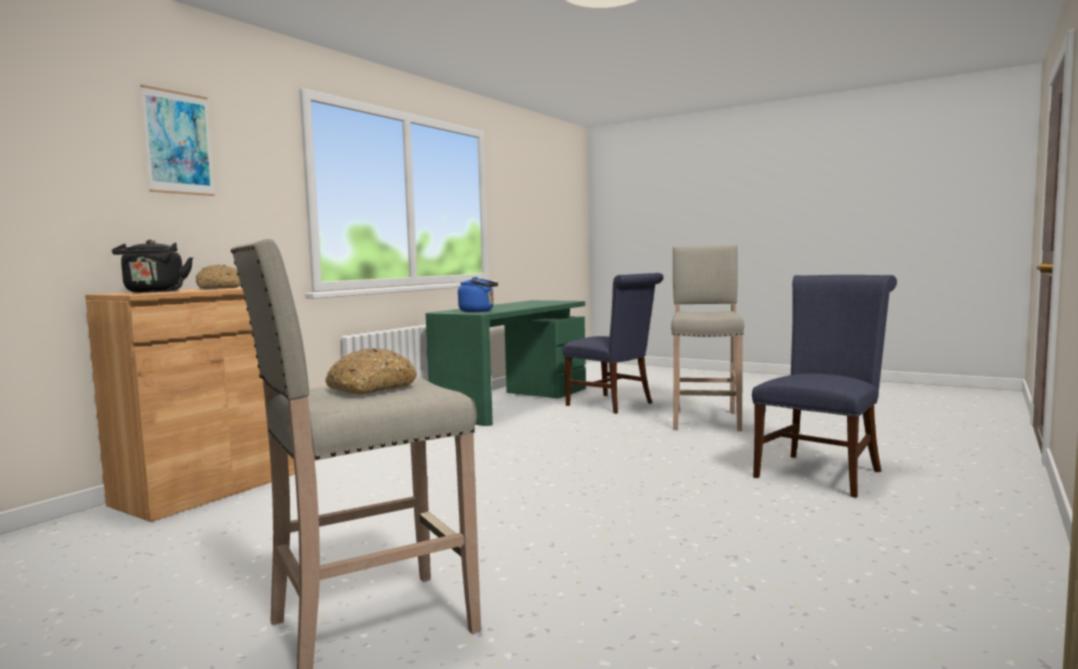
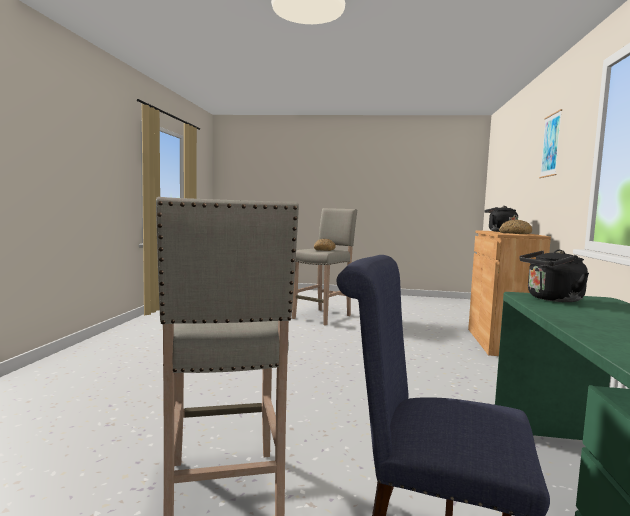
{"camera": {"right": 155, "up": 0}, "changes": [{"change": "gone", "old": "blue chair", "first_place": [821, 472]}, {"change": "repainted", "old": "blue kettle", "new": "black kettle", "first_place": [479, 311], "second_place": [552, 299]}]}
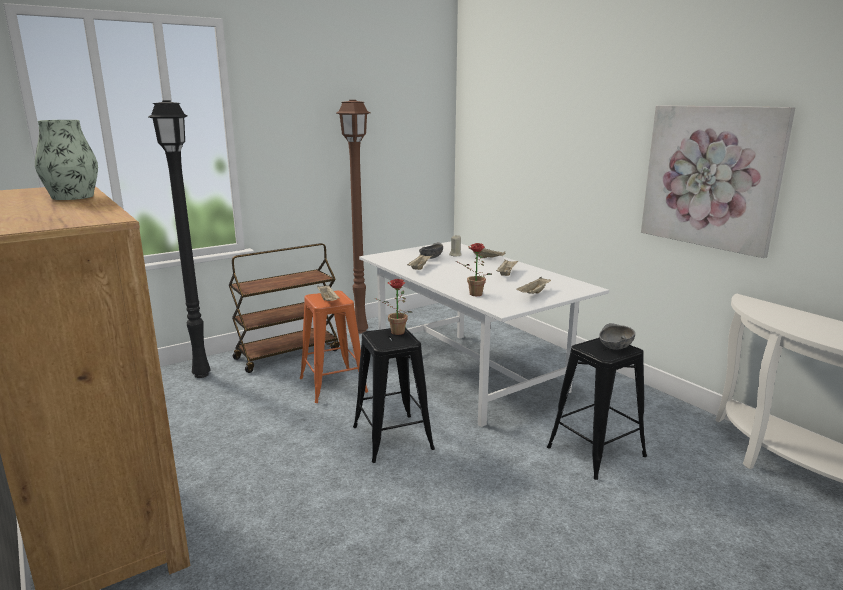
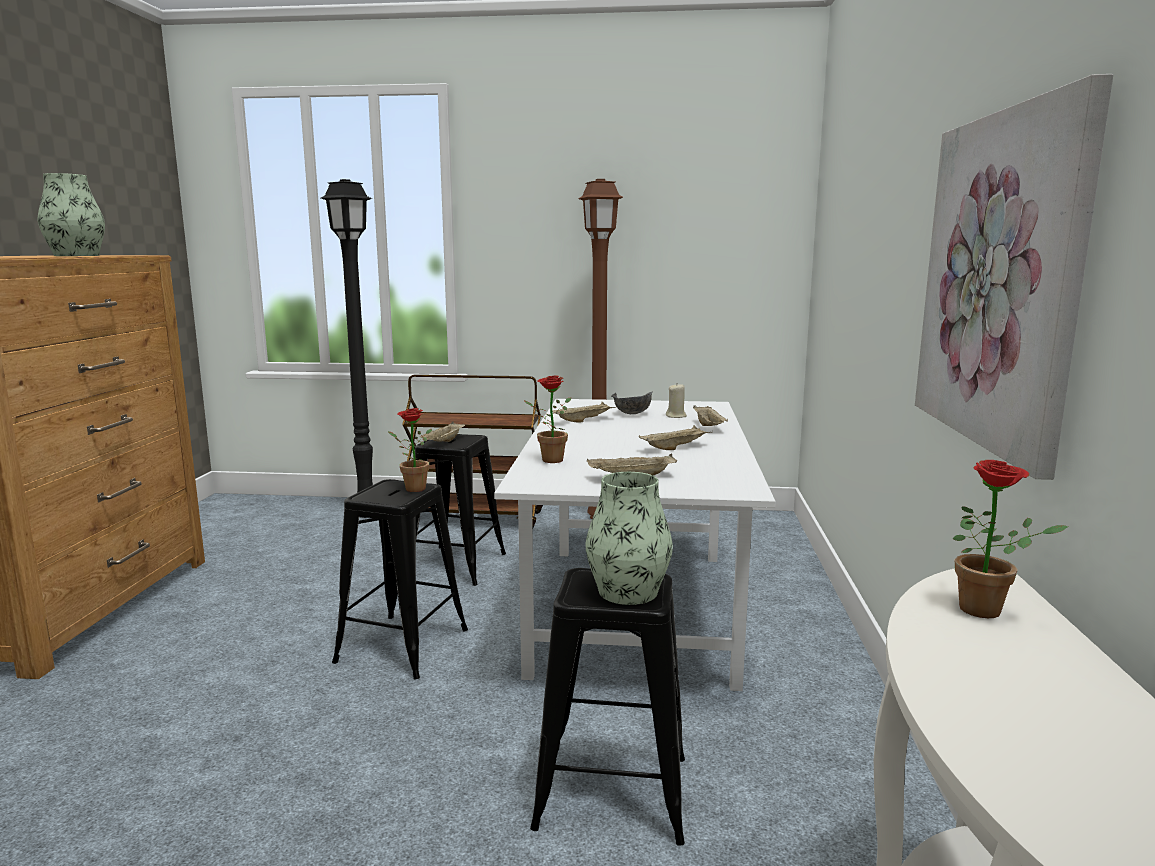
{"camera": {"right": 40, "up": -5}, "changes": [{"change": "new", "new": "potted plant", "second_place": [989, 611]}, {"change": "swapped", "old": "grey bowl", "new": "vase", "first_place": [615, 347], "second_place": [627, 591]}, {"change": "repainted", "old": "orange stool", "new": "black stool", "first_place": [333, 385], "second_place": [456, 565]}]}
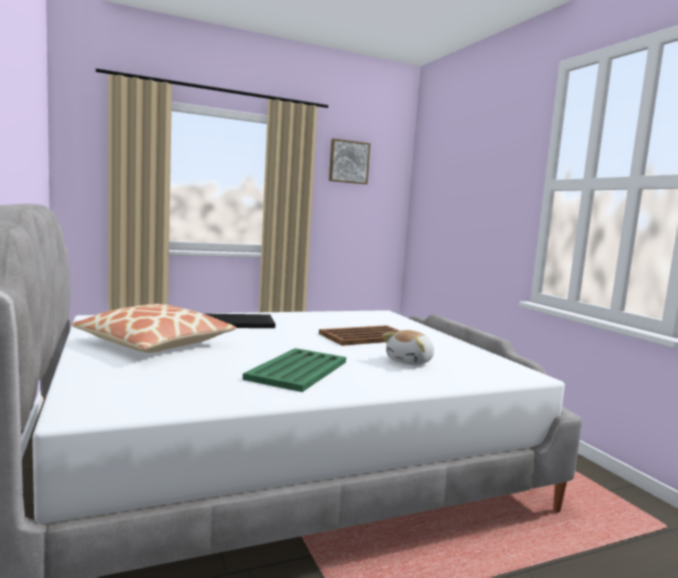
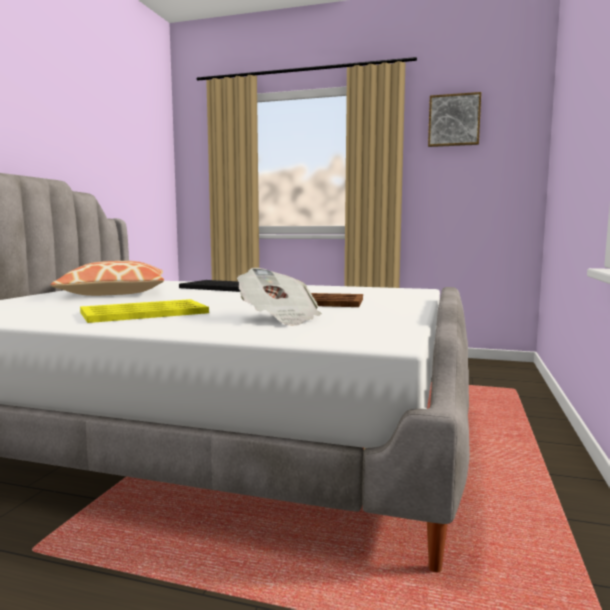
{"camera": {"right": 40, "up": 0}, "changes": [{"change": "swapped", "old": "plush toy", "new": "newspaper", "first_place": [410, 361], "second_place": [279, 318]}, {"change": "repainted", "old": "green tray", "new": "yellow tray", "first_place": [299, 370], "second_place": [146, 313]}]}
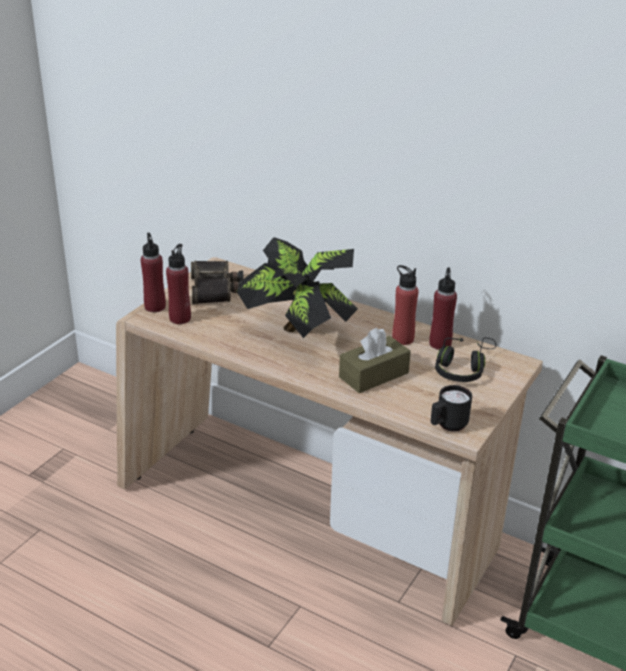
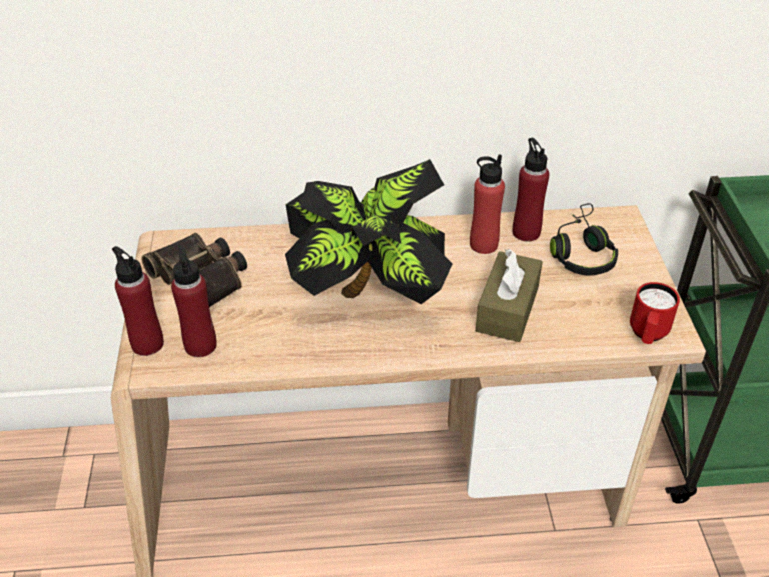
{"camera": {"right": -35, "up": 10}, "changes": [{"change": "repainted", "old": "black mug", "new": "red mug", "first_place": [447, 426], "second_place": [647, 335]}]}
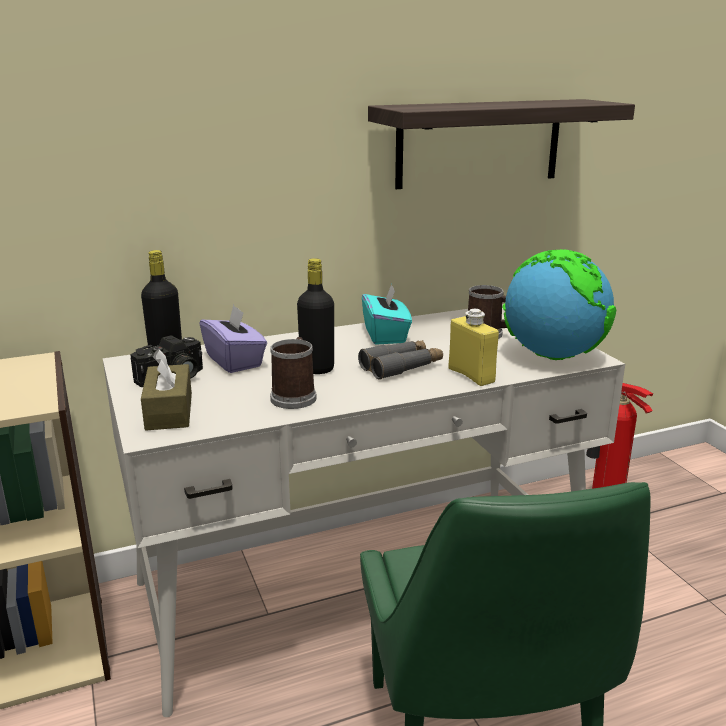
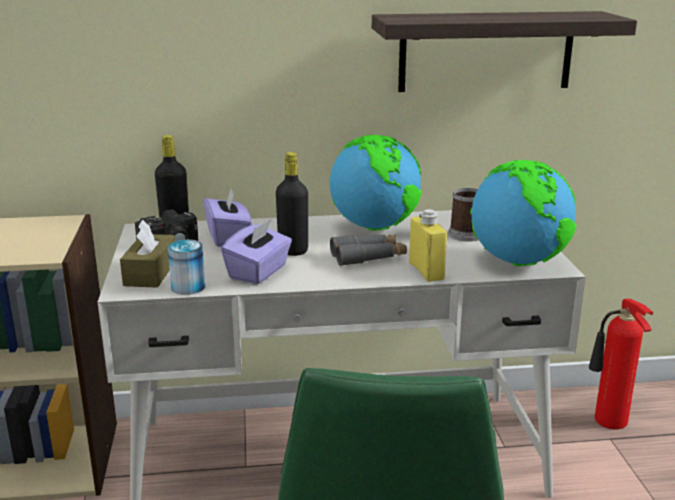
{"camera": {"right": 15, "up": 0}, "changes": [{"change": "new", "new": "can", "second_place": [188, 287]}, {"change": "swapped", "old": "mug", "new": "purple tissue box", "first_place": [295, 396], "second_place": [259, 272]}, {"change": "swapped", "old": "turquoise tissue box", "new": "globe", "first_place": [386, 335], "second_place": [374, 227]}]}
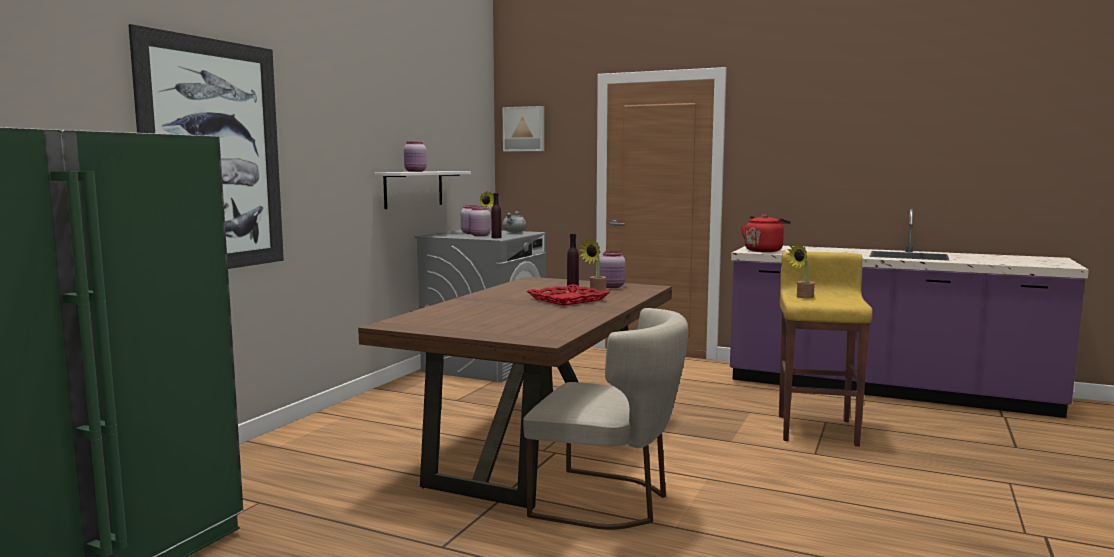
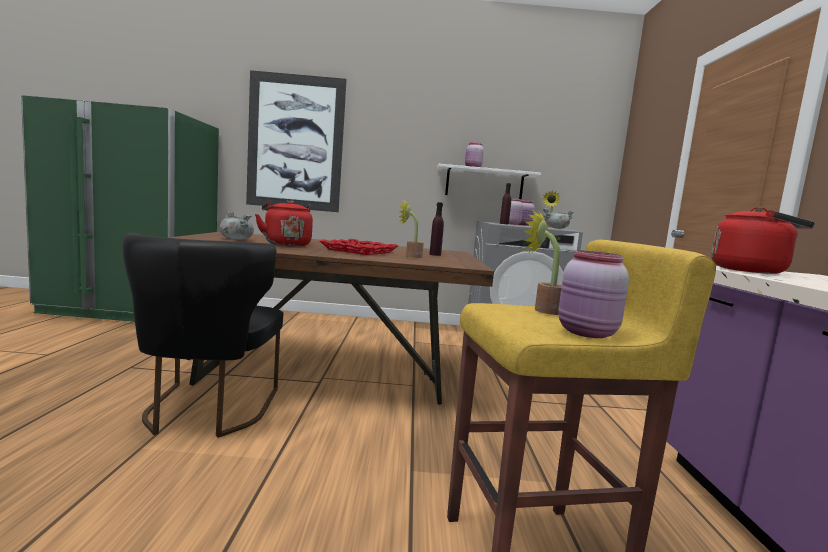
{"camera": {"right": 65, "up": 0}, "changes": [{"change": "gone", "old": "picture", "first_place": [524, 129]}, {"change": "new", "new": "grey cooking pot", "second_place": [236, 239]}, {"change": "new", "new": "red kettle", "second_place": [286, 244]}, {"change": "shifted", "old": "pink jar", "first_place": [612, 287], "second_place": [587, 333]}, {"change": "repainted", "old": "beige chair", "new": "black chair", "first_place": [609, 502], "second_place": [206, 412]}]}
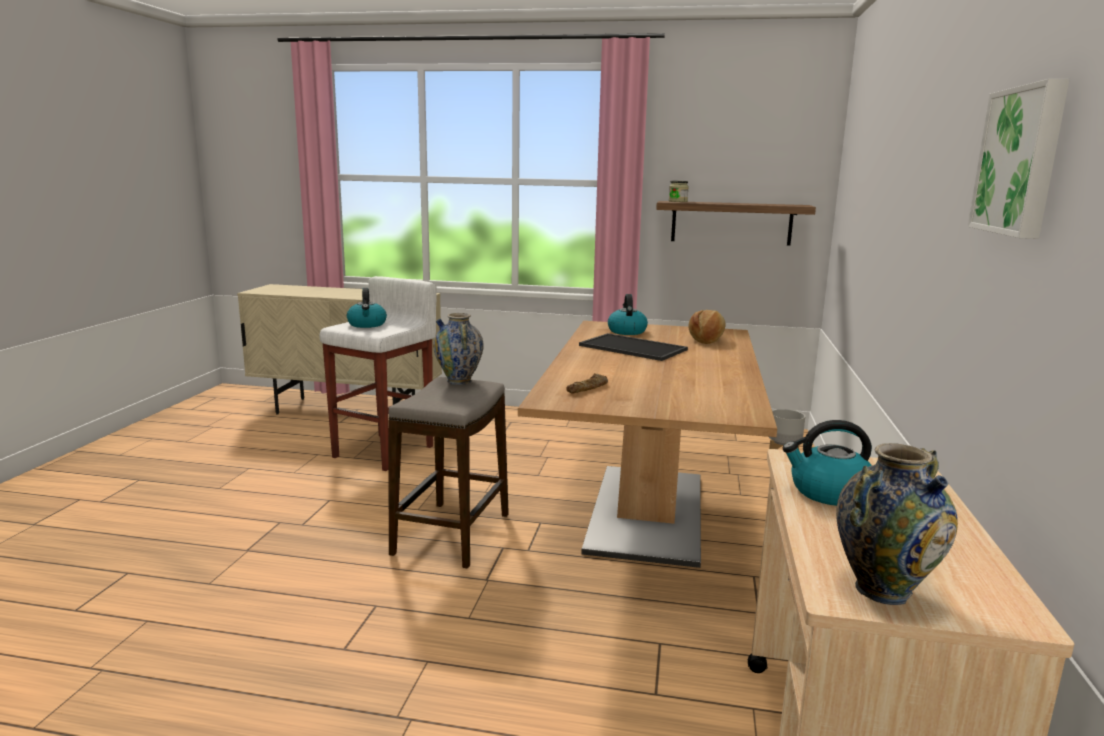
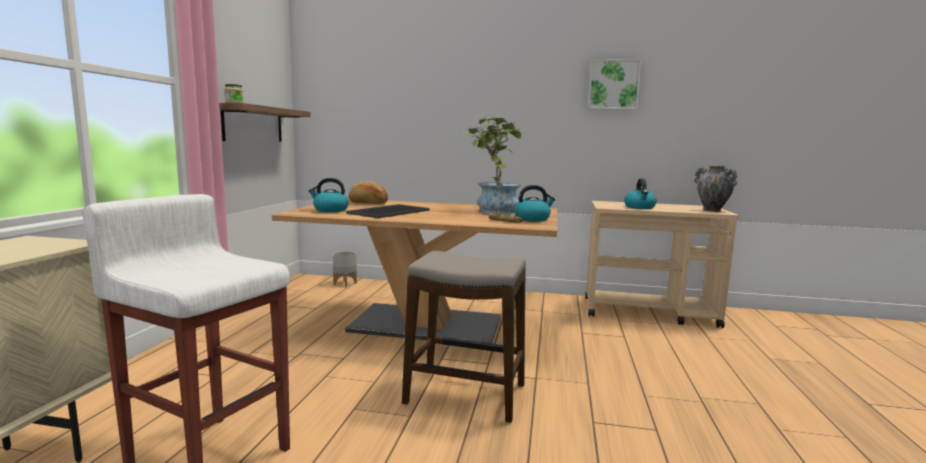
{"camera": {"right": -90, "up": -5}, "changes": [{"change": "gone", "old": "vase", "first_place": [459, 381]}, {"change": "new", "new": "potted plant", "second_place": [492, 210]}, {"change": "shifted", "old": "kettle", "first_place": [367, 324], "second_place": [532, 219]}]}
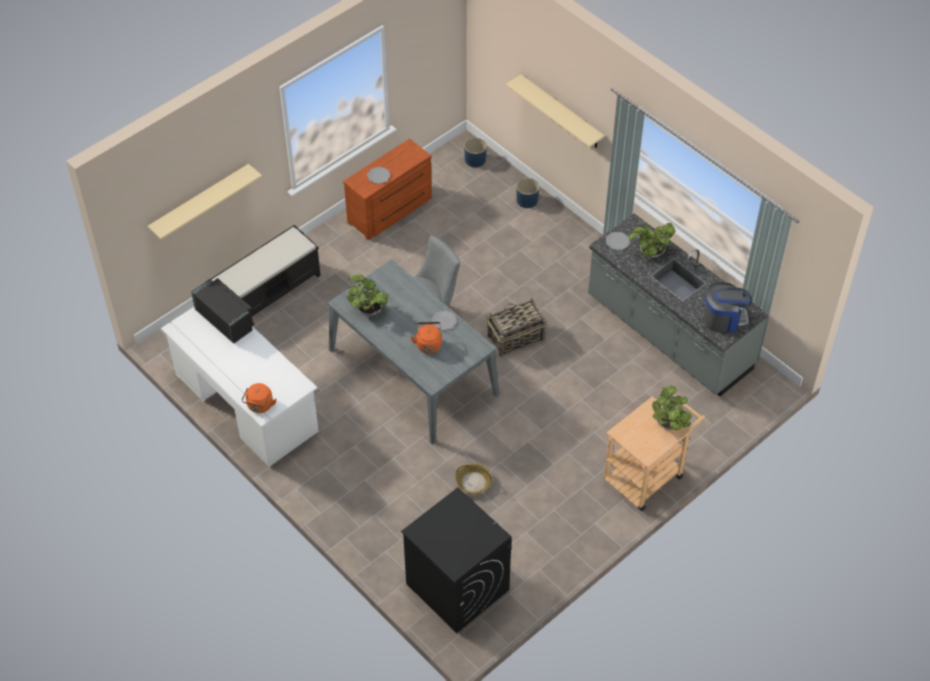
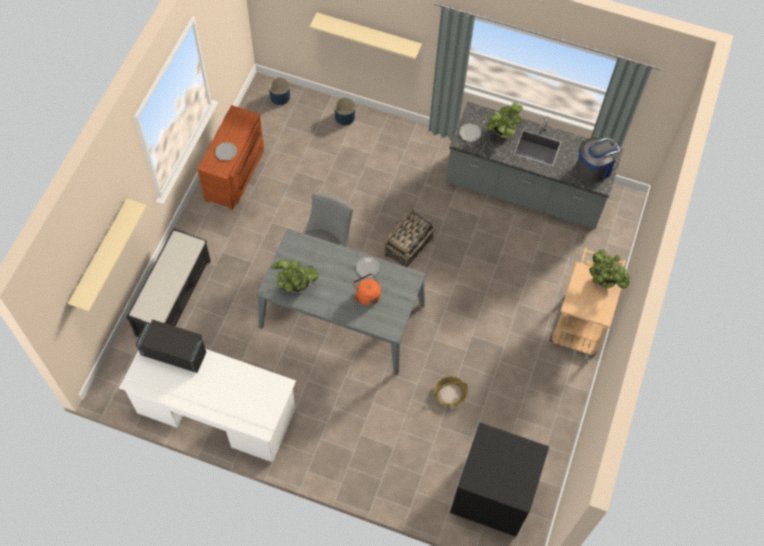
{"camera": {"right": -30, "up": 10}, "changes": [{"change": "gone", "old": "orange kettle", "first_place": [260, 406]}]}
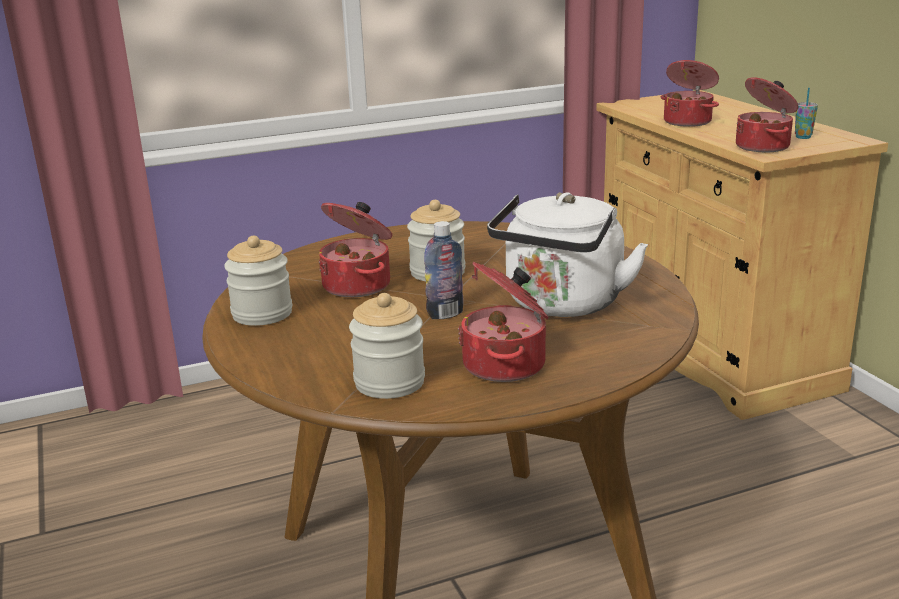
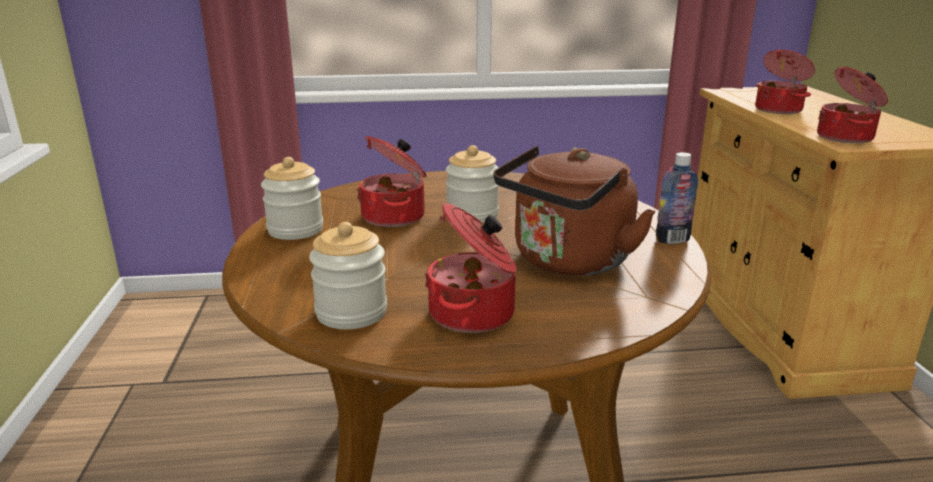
{"camera": {"right": 15, "up": 0}, "changes": [{"change": "gone", "old": "cup", "first_place": [803, 137]}, {"change": "shifted", "old": "bottle", "first_place": [445, 314], "second_place": [672, 240]}, {"change": "repainted", "old": "white kettle", "new": "brown kettle", "first_place": [561, 305], "second_place": [568, 262]}]}
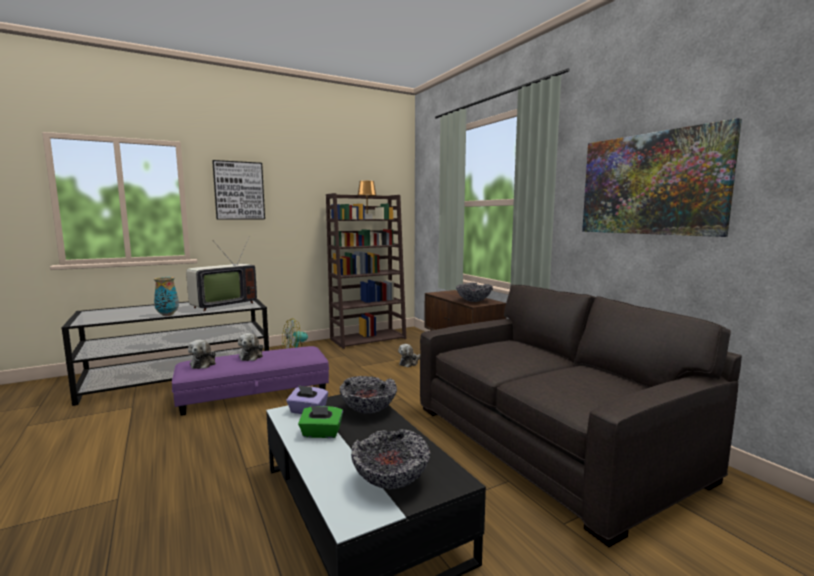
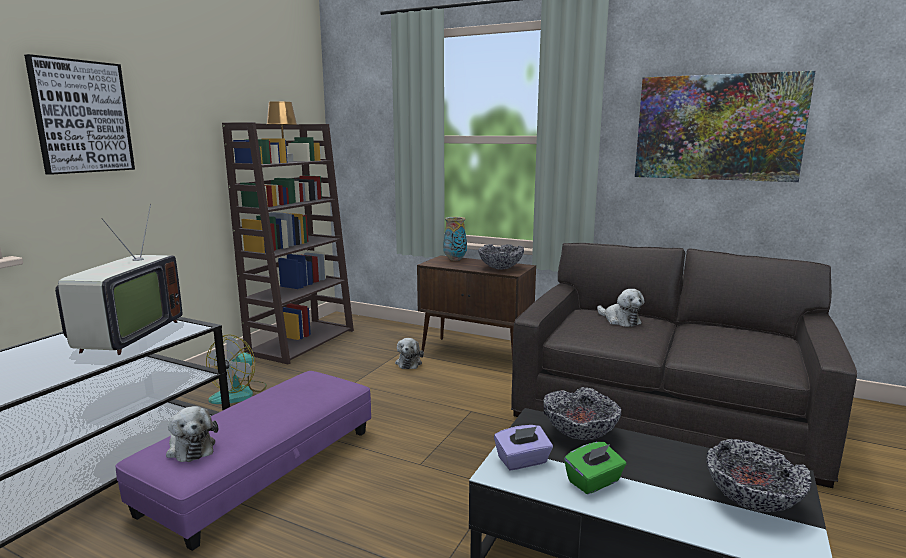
{"camera": {"right": -35, "up": 5}, "changes": [{"change": "shifted", "old": "vase", "first_place": [167, 315], "second_place": [455, 259]}, {"change": "shifted", "old": "plush toy", "first_place": [252, 356], "second_place": [620, 320]}]}
